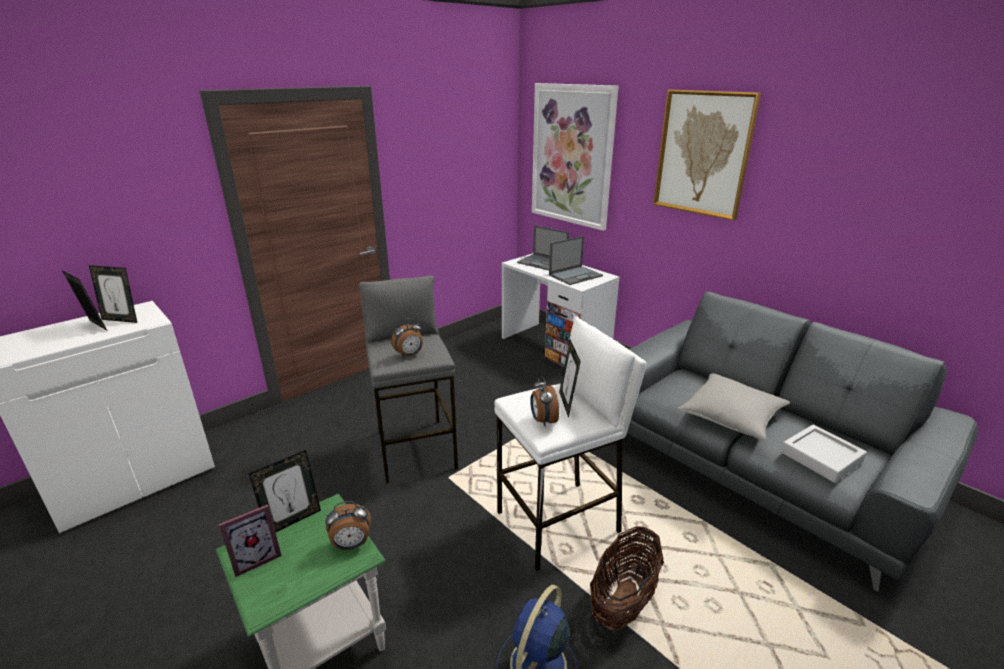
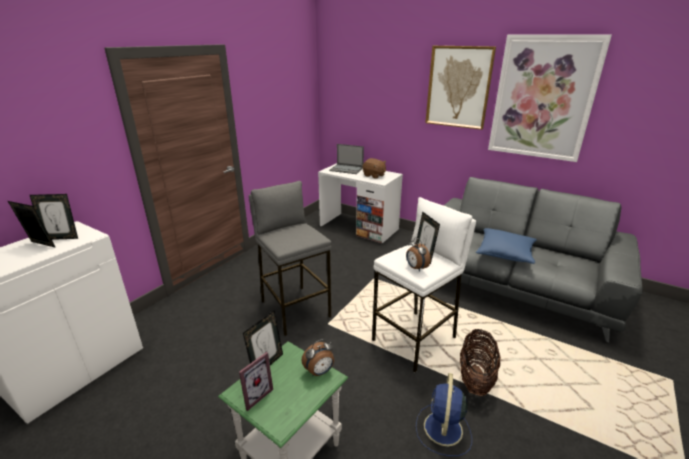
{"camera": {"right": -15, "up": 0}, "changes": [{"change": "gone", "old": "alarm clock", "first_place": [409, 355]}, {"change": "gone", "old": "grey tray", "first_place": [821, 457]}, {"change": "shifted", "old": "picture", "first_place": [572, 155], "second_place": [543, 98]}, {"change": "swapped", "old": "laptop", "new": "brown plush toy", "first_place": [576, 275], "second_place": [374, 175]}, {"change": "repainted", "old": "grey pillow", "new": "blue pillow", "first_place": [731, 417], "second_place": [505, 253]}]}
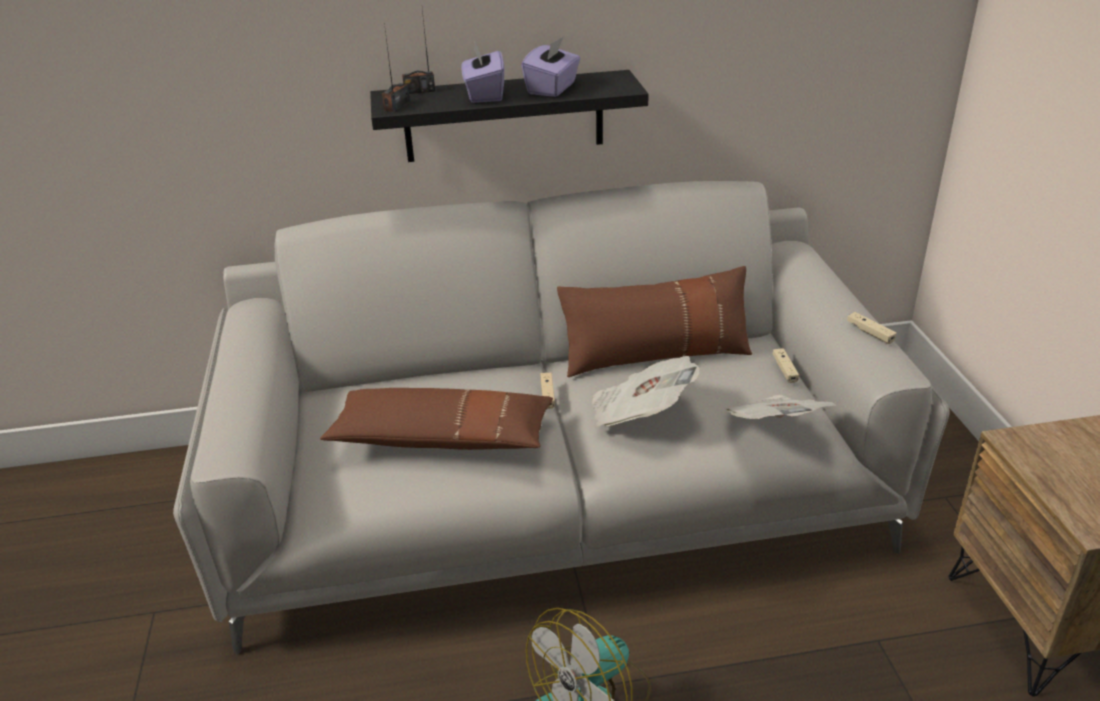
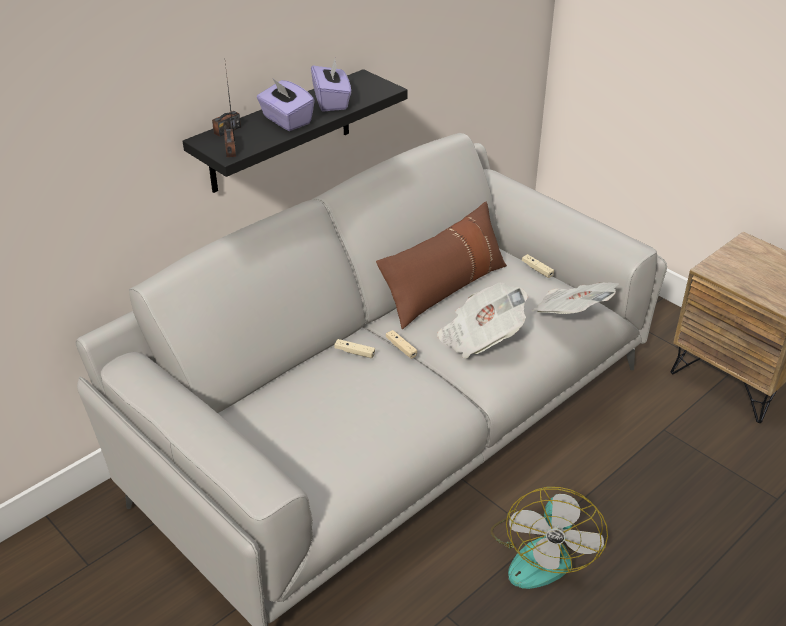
{"camera": {"right": -35, "up": 5}, "changes": [{"change": "gone", "old": "brown pillow", "first_place": [442, 438]}, {"change": "shifted", "old": "beige game controller", "first_place": [870, 333], "second_place": [354, 352]}]}
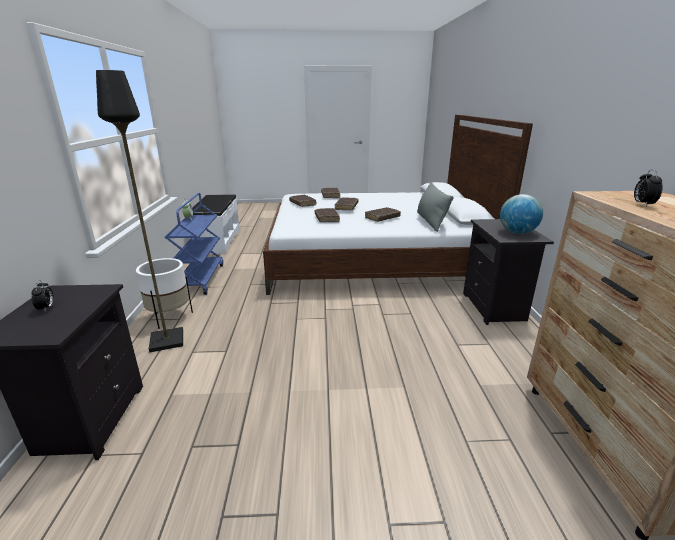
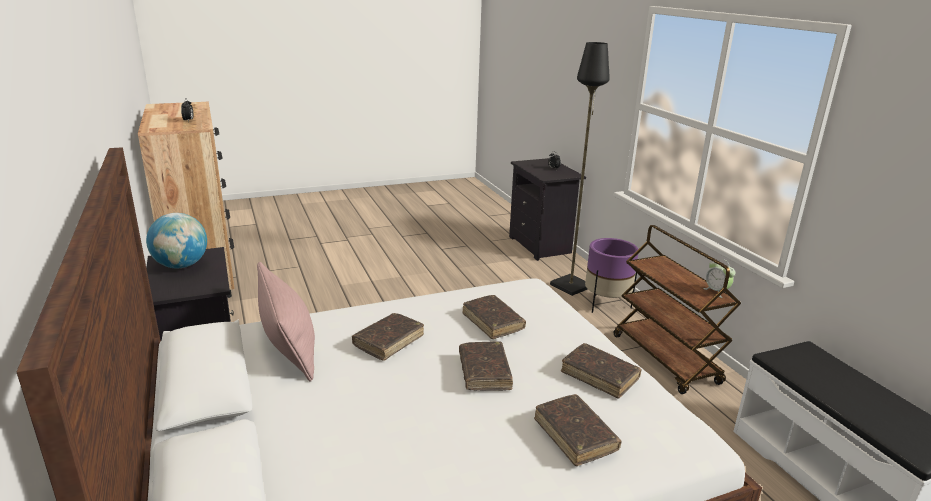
{"camera": {"right": 160, "up": 0}, "changes": [{"change": "repainted", "old": "white planter", "new": "purple planter", "first_place": [170, 317], "second_place": [606, 304]}, {"change": "repainted", "old": "blue cart", "new": "brown cart", "first_place": [200, 278], "second_place": [666, 359]}, {"change": "repainted", "old": "grey pillow", "new": "pink pillow", "first_place": [431, 221], "second_place": [288, 346]}]}
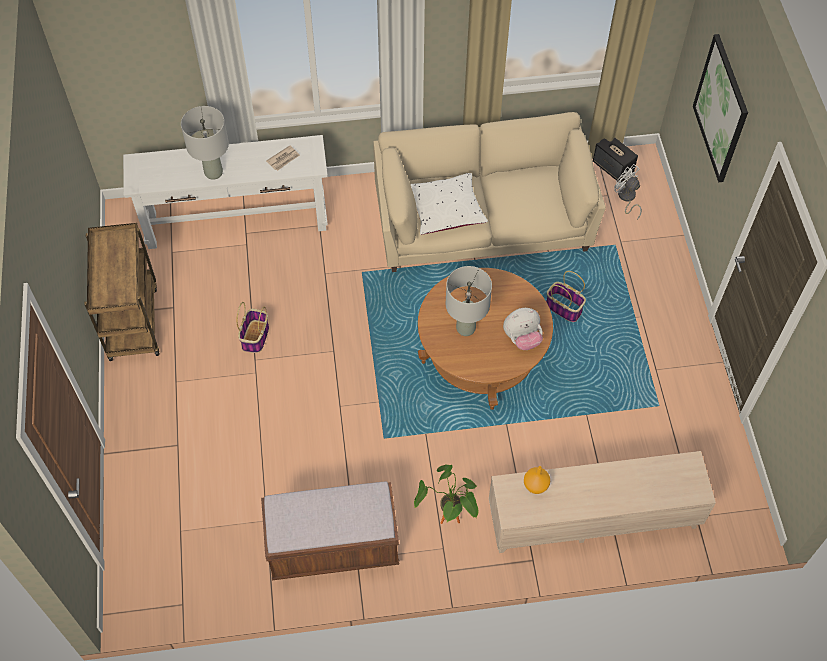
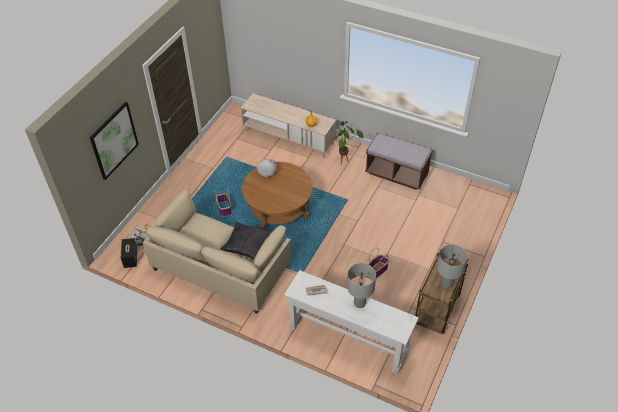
{"camera": {"right": -145, "up": -10}, "changes": [{"change": "shifted", "old": "grey table lamp", "first_place": [465, 329], "second_place": [447, 284]}, {"change": "repainted", "old": "white pillow", "new": "black pillow", "first_place": [446, 210], "second_place": [247, 245]}]}
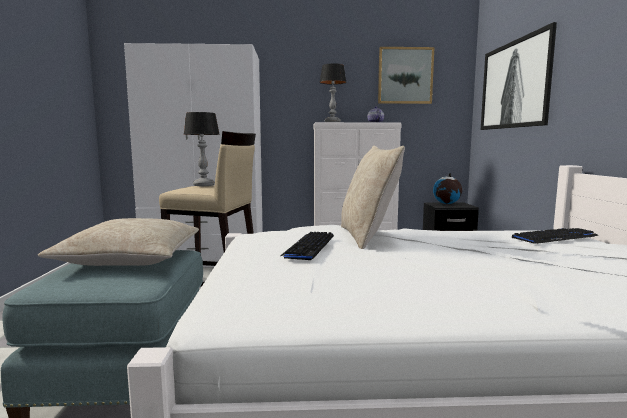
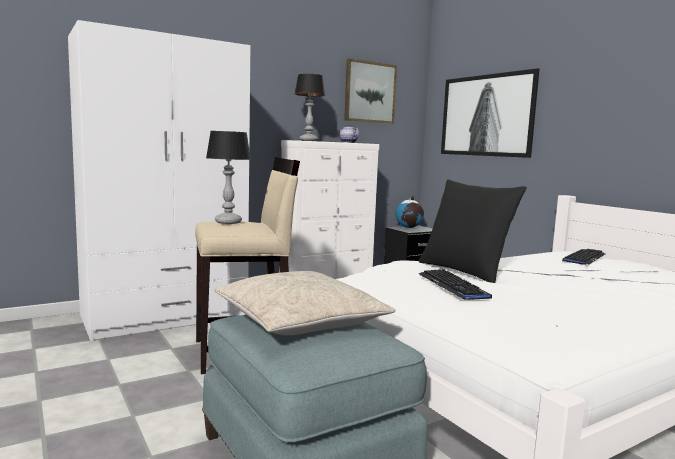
{"camera": {"right": -30, "up": 0}, "changes": [{"change": "repainted", "old": "beige pillow", "new": "black pillow", "first_place": [367, 237], "second_place": [465, 271]}]}
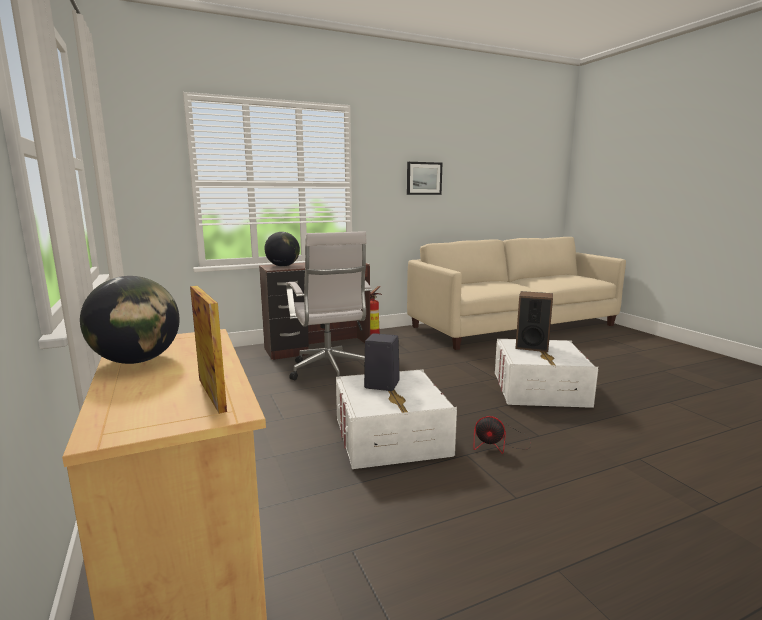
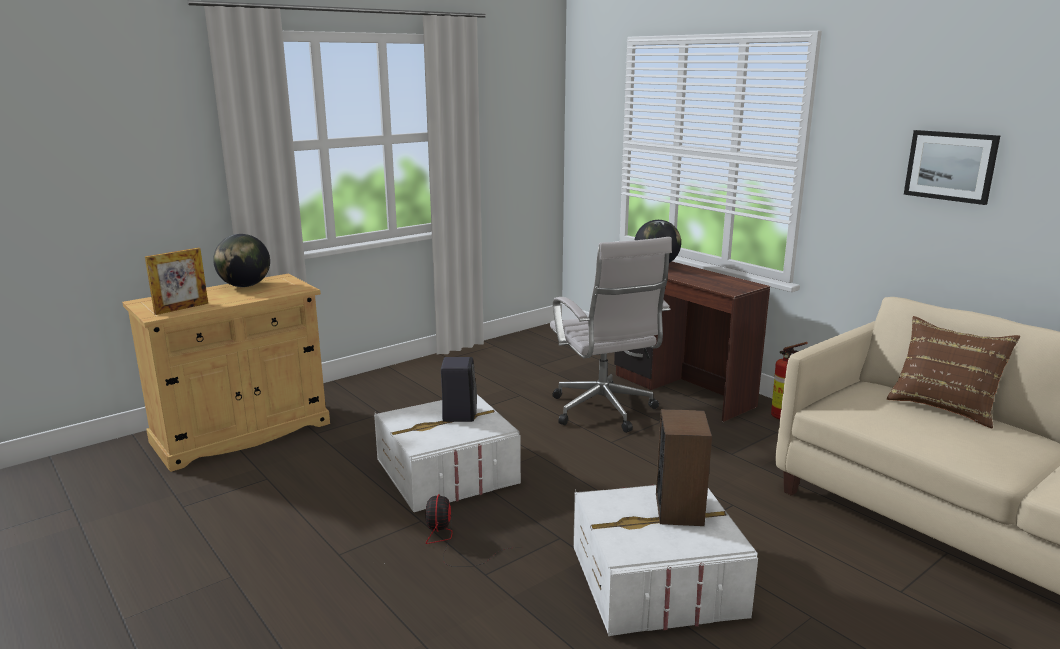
{"camera": {"right": 75, "up": 5}, "changes": [{"change": "new", "new": "brown pillow", "second_place": [944, 406]}, {"change": "rotated", "old": "white office chair", "first_place": [329, 371], "second_place": [604, 412], "degrees": -75}]}
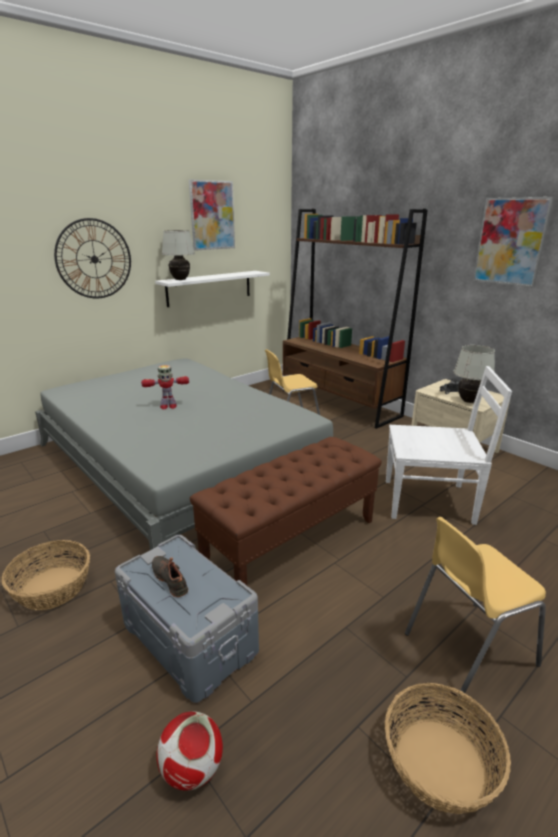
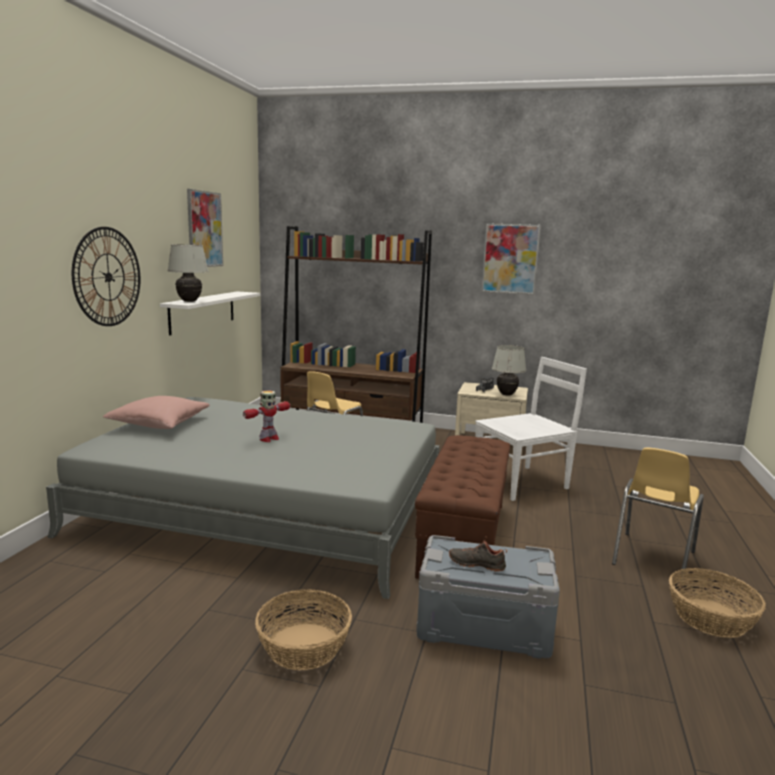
{"camera": {"right": -35, "up": -10}, "changes": [{"change": "gone", "old": "football", "first_place": [192, 769]}, {"change": "new", "new": "pink pillow", "second_place": [159, 424]}]}
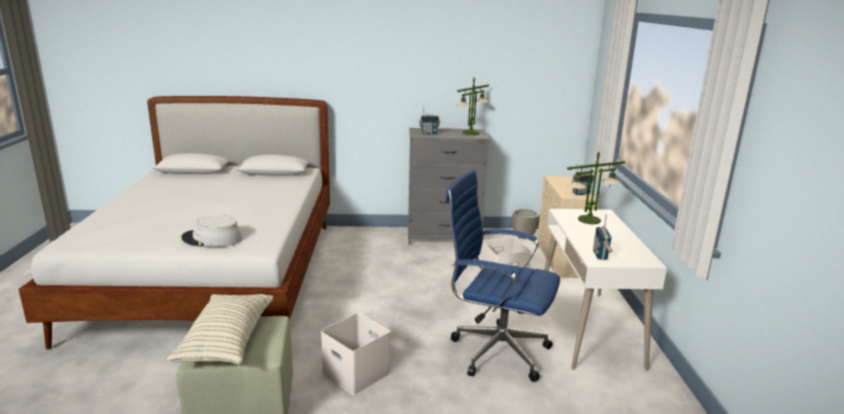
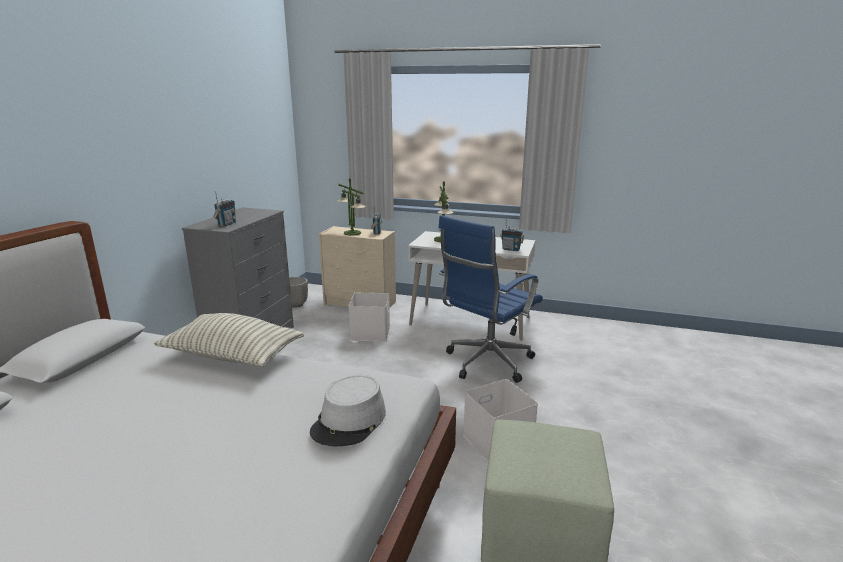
{"camera": {"right": -70, "up": 0}, "changes": [{"change": "shifted", "old": "pillow", "first_place": [226, 341], "second_place": [232, 355]}, {"change": "shifted", "old": "table lamp", "first_place": [471, 133], "second_place": [352, 233]}]}
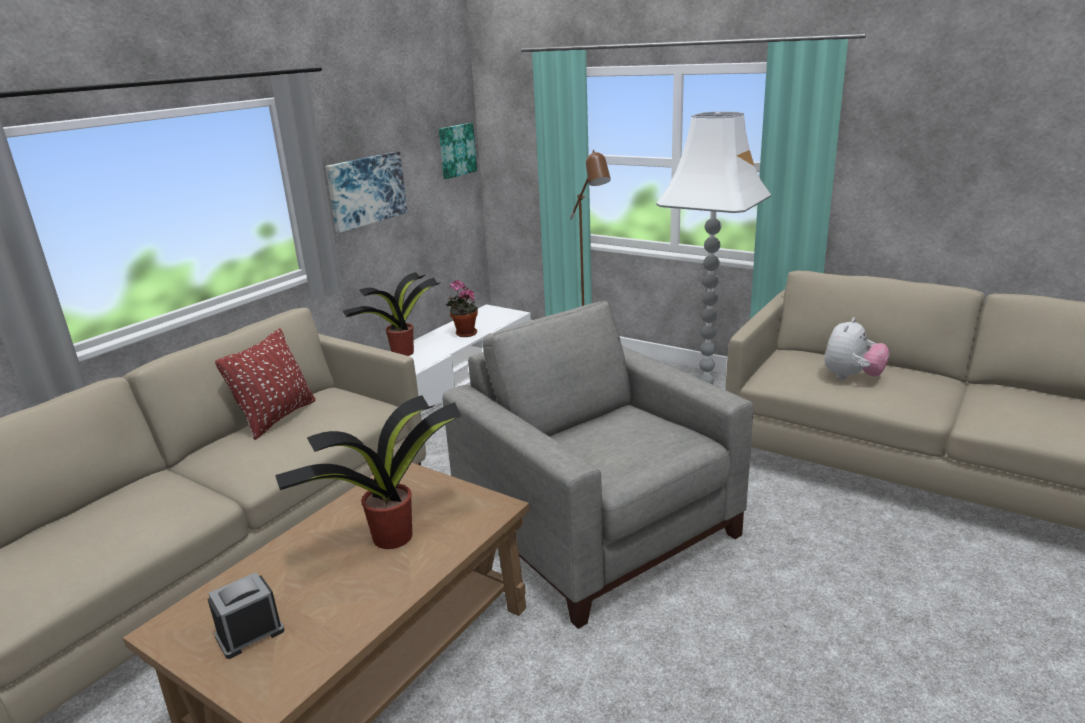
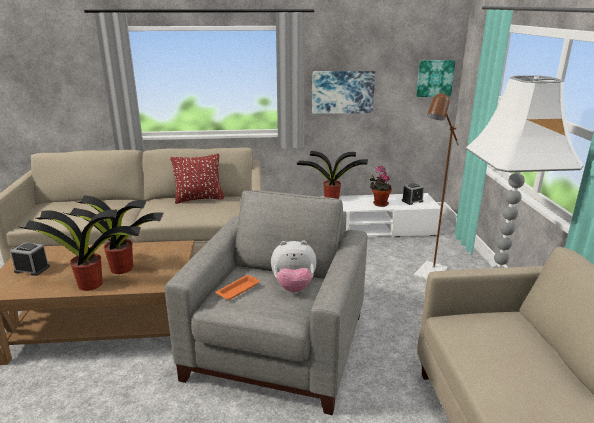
{"camera": {"right": 50, "up": 0}, "changes": [{"change": "new", "new": "potted plant", "second_place": [92, 284]}, {"change": "new", "new": "orange tray", "second_place": [239, 289]}, {"change": "new", "new": "alarm clock", "second_place": [412, 201]}, {"change": "shifted", "old": "plush toy", "first_place": [852, 377], "second_place": [293, 287]}]}
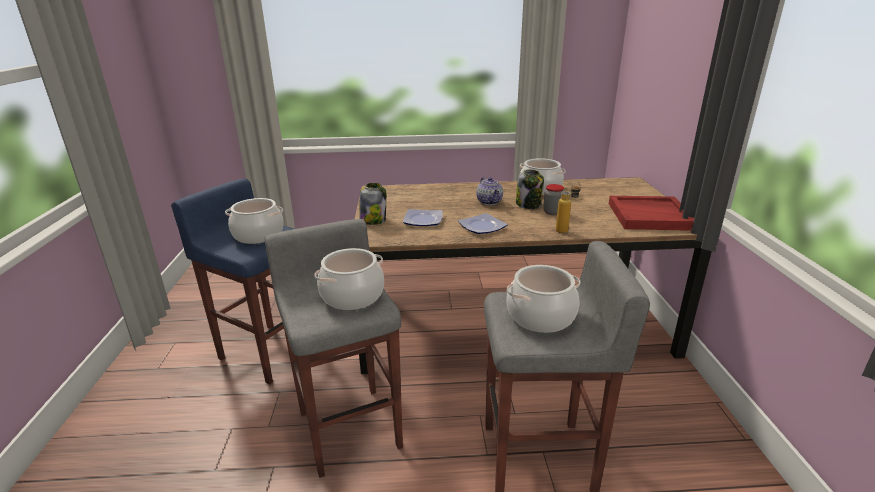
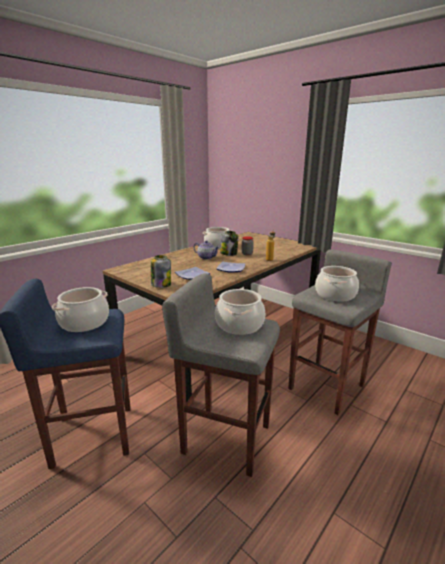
{"camera": {"right": -45, "up": -5}, "changes": [{"change": "gone", "old": "red tray", "first_place": [650, 216]}]}
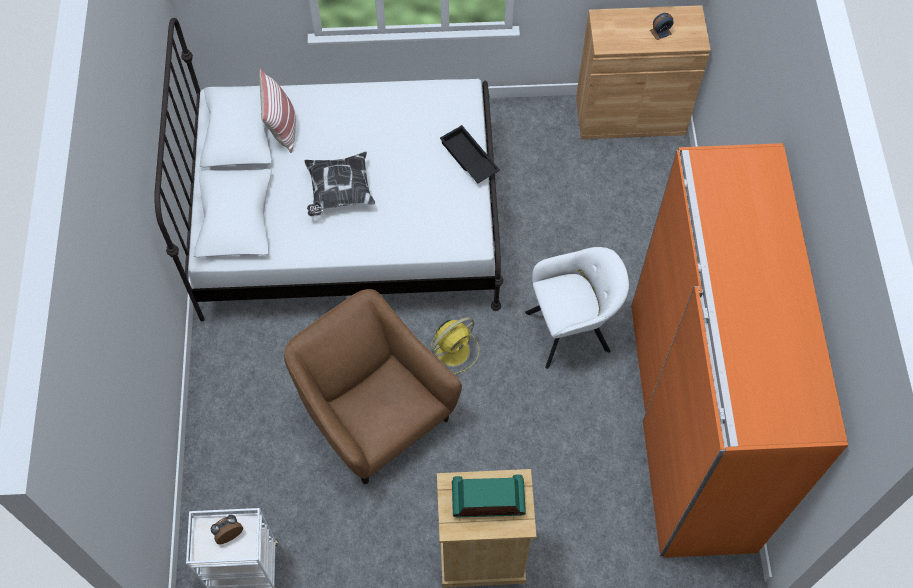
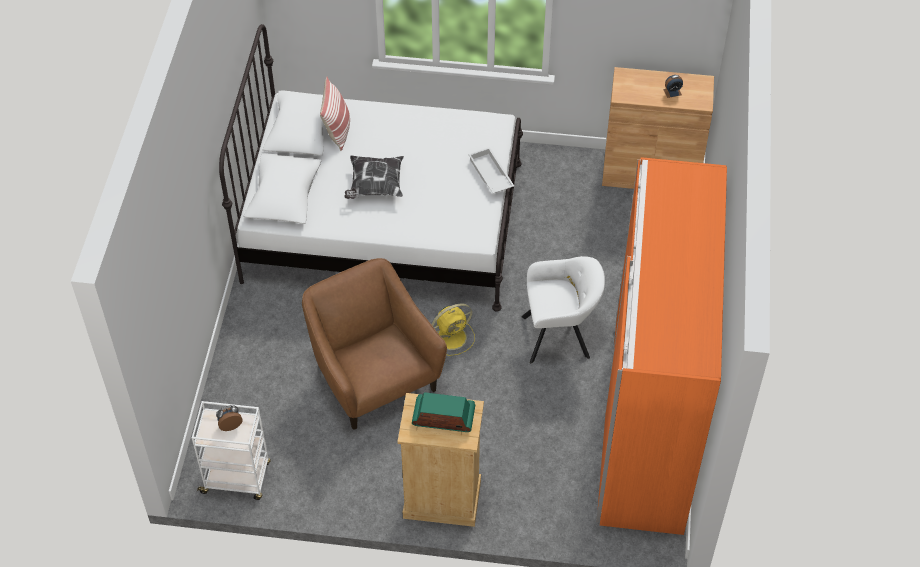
{"camera": {"right": 10, "up": -10}, "changes": [{"change": "repainted", "old": "black tray", "new": "white tray", "first_place": [468, 158], "second_place": [490, 175]}]}
